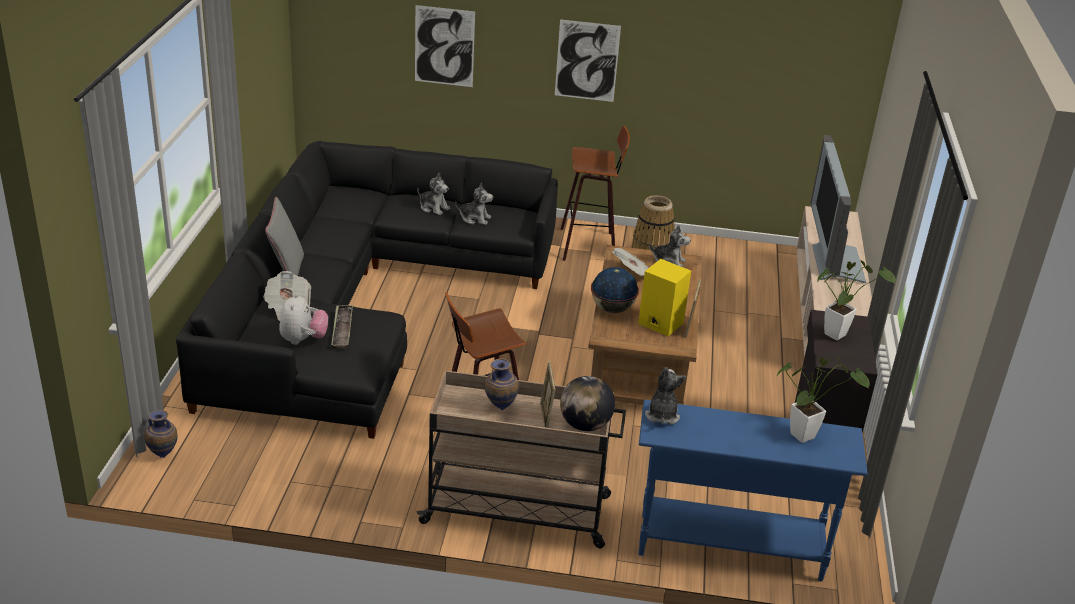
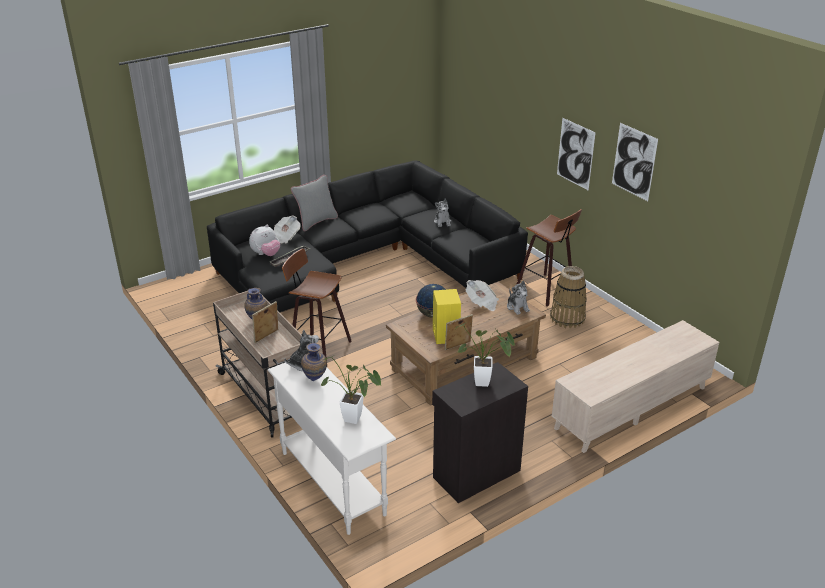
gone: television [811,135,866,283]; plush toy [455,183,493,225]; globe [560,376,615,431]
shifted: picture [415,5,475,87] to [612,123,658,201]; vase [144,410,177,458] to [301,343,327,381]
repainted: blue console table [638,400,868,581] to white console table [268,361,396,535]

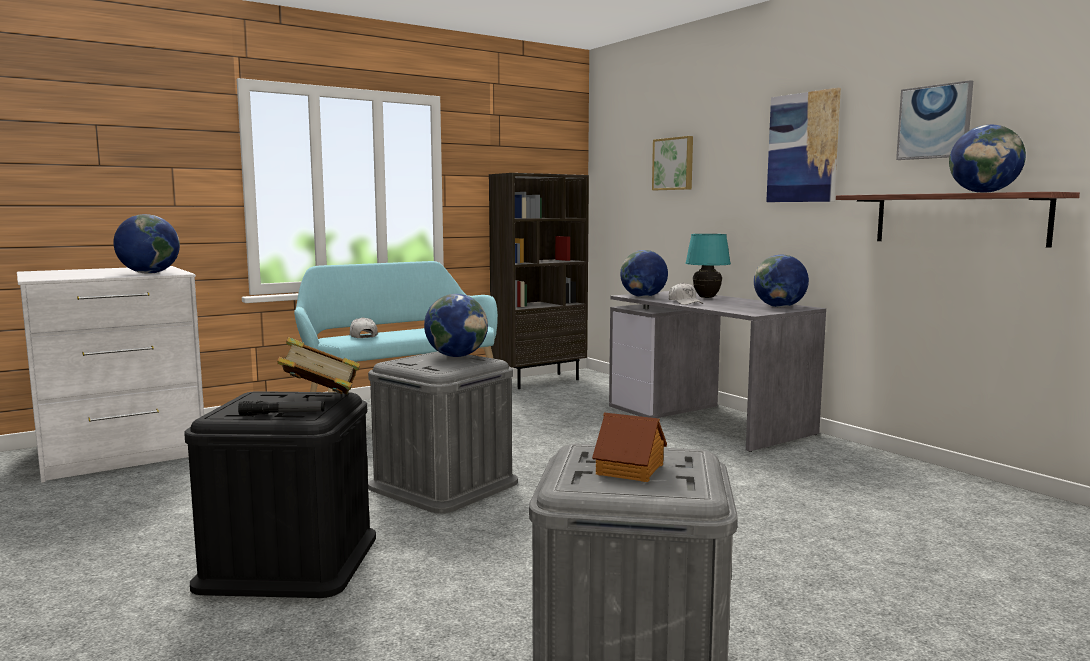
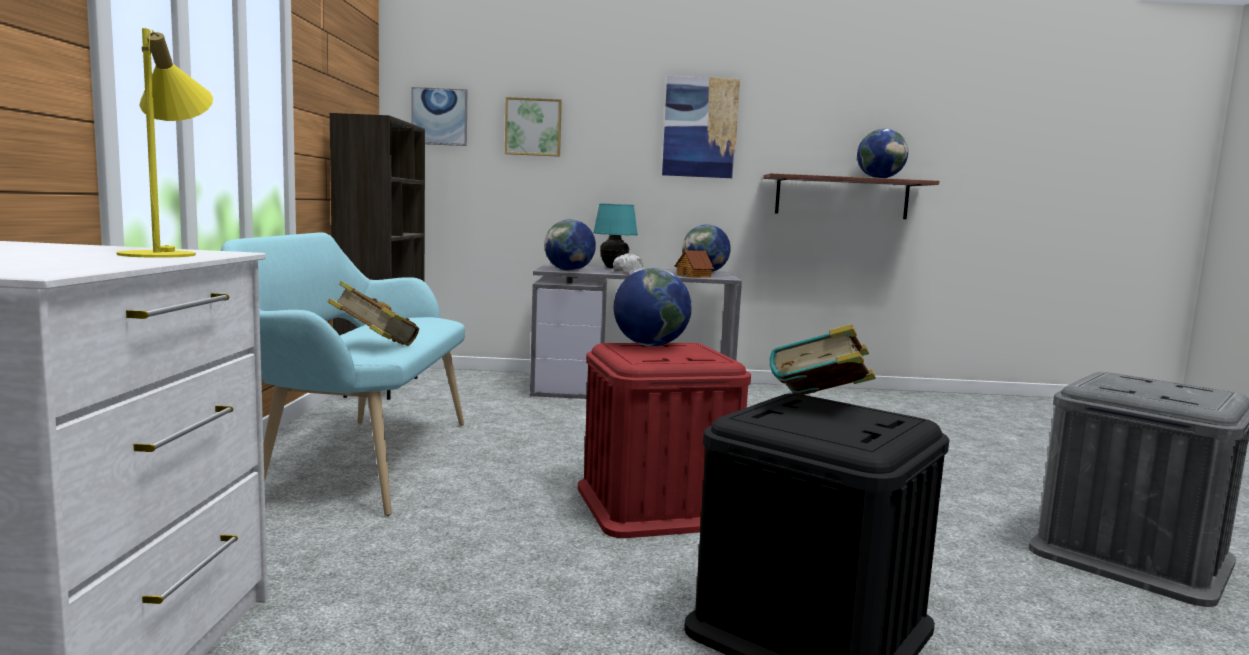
gone: flashlight [238,400,325,416]
shifted: picture [896,80,973,160] to [412,87,467,146]; toy house [592,412,667,482] to [675,251,714,278]
swapped: globe [113,214,180,274] to yellow table lamp [117,28,213,258]; white cap [350,317,378,338] to book [328,281,419,346]
repainted: grey storage box [368,351,518,514] to red storage box [578,343,751,538]

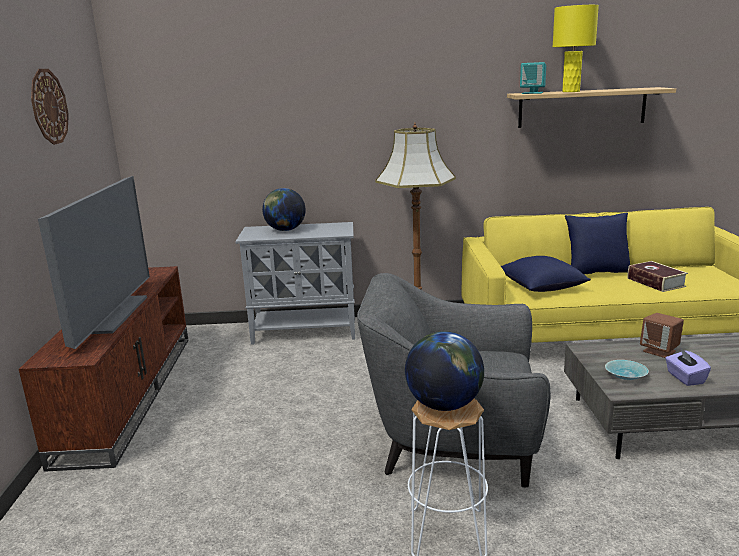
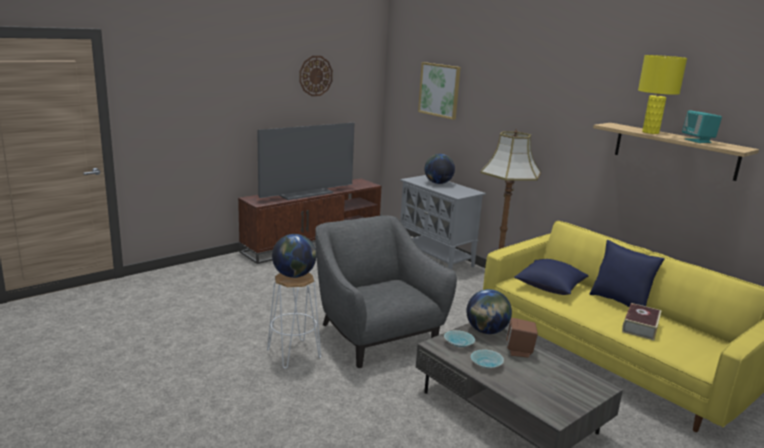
new: picture [418,62,461,120]; globe [466,289,512,334]
shifted: turquoise speaker [520,62,546,94] to [682,110,722,143]
swapped: purple tissue box [665,349,711,386] to turquoise bowl [471,349,504,368]

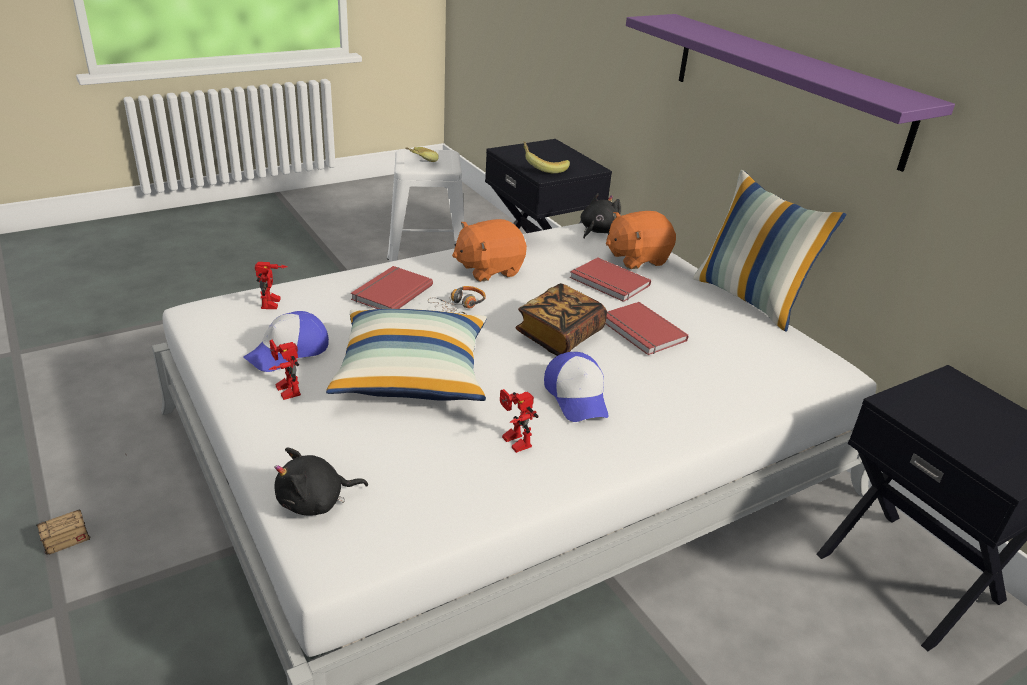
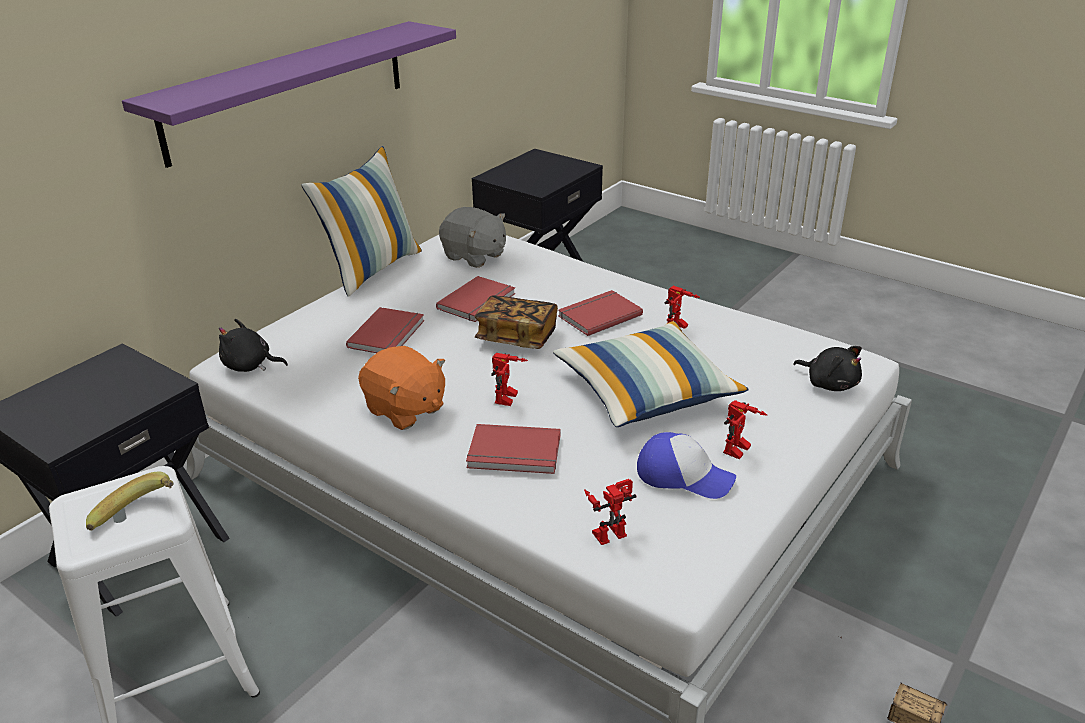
gone: banana [523,141,570,173]; orange plush toy [606,211,676,269]
new: grey plush toy [439,207,506,268]
swapped: headphones [427,286,486,315] to toy robot [491,353,528,406]; cap [544,352,609,422] to red book [558,290,643,336]

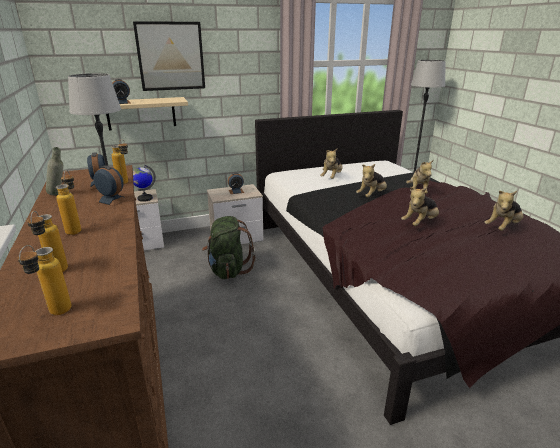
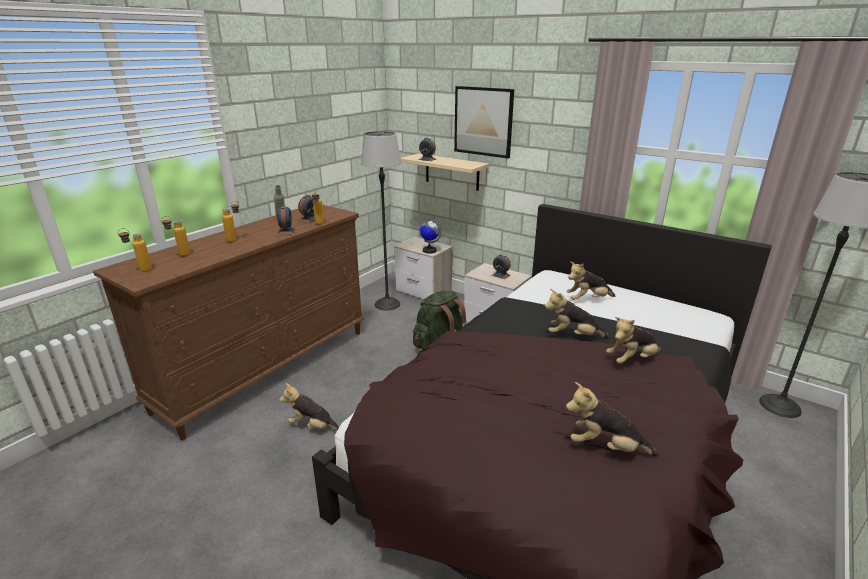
shifted: plush toy [401,187,439,226] to [279,383,340,430]

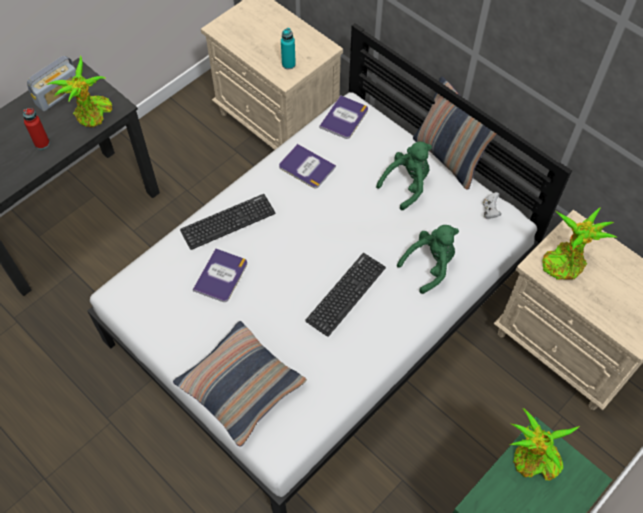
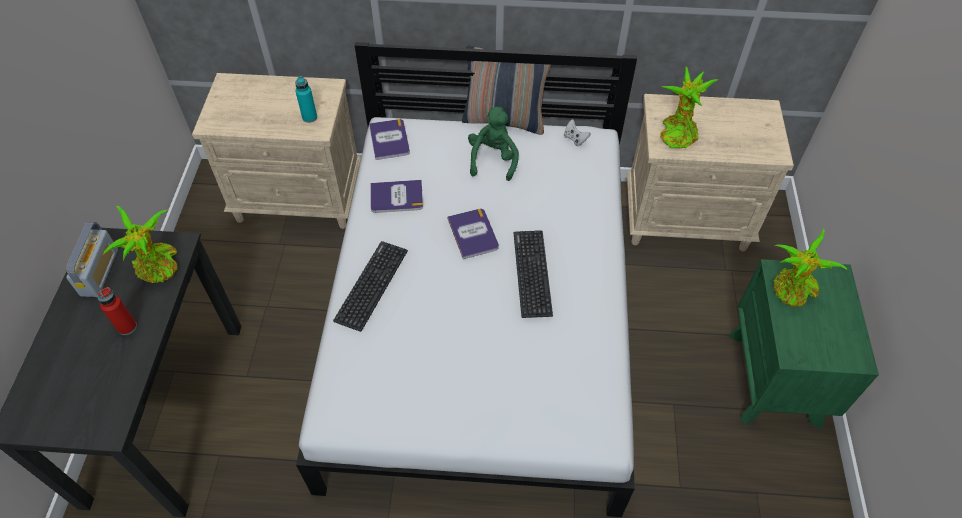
gone: green plush toy [397,225,459,294]; pillow [173,321,307,447]
shifted: book [193,248,247,302] to [447,209,499,259]

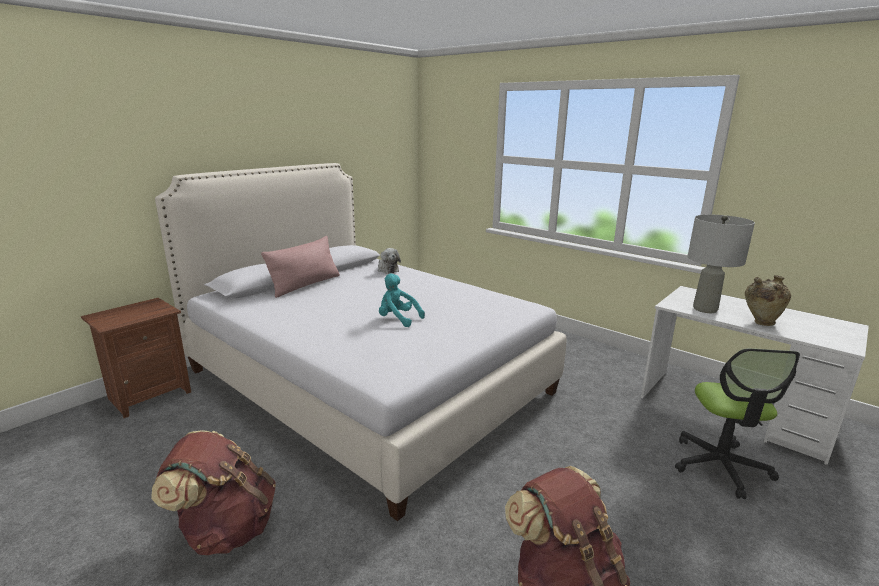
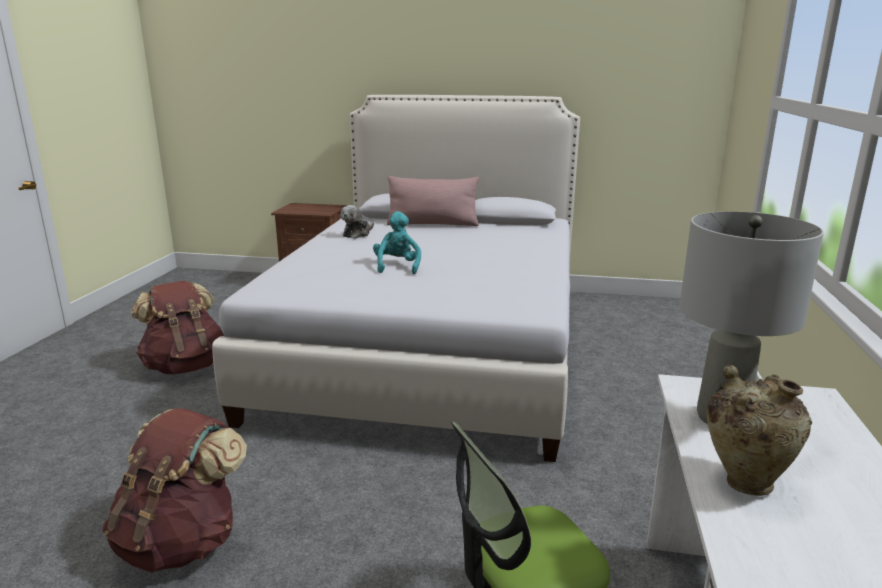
shifted: plush toy [378,248,401,274] to [340,205,374,239]

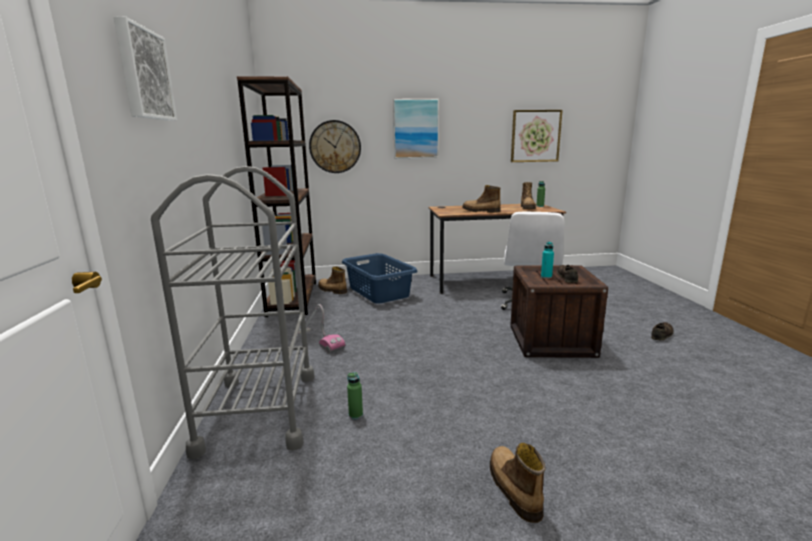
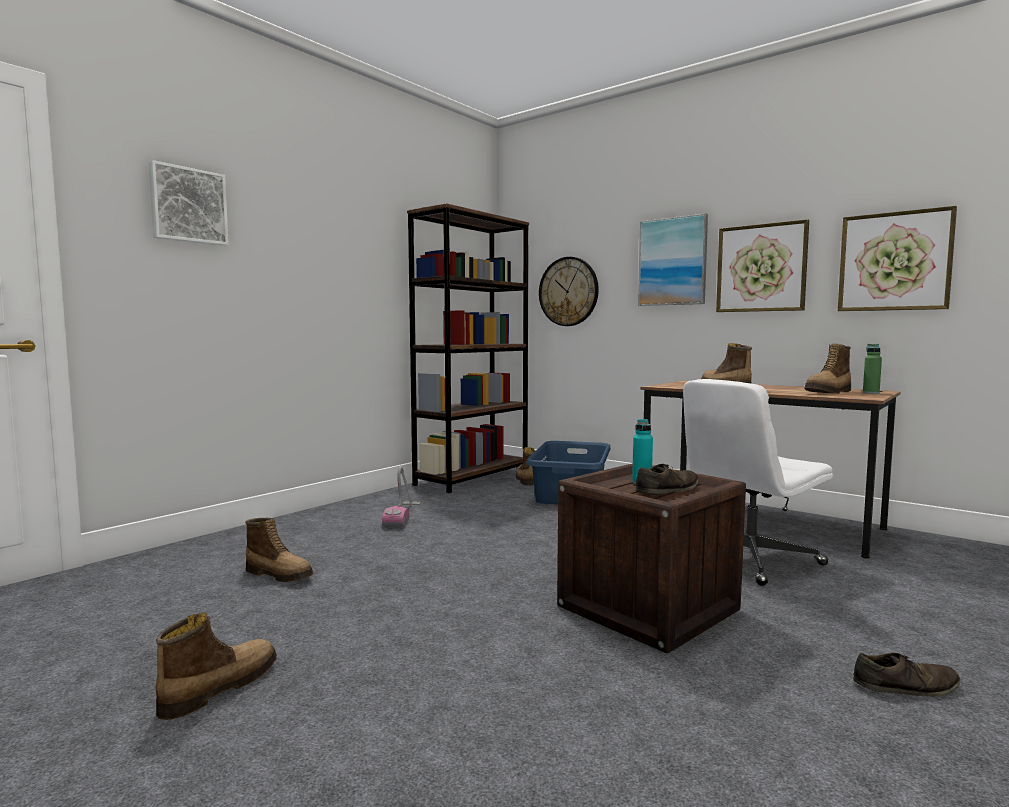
gone: grey cart [151,166,315,459]
new: picture [716,219,809,312]
swapped: green bottle [347,372,363,419] to boot [245,518,313,582]

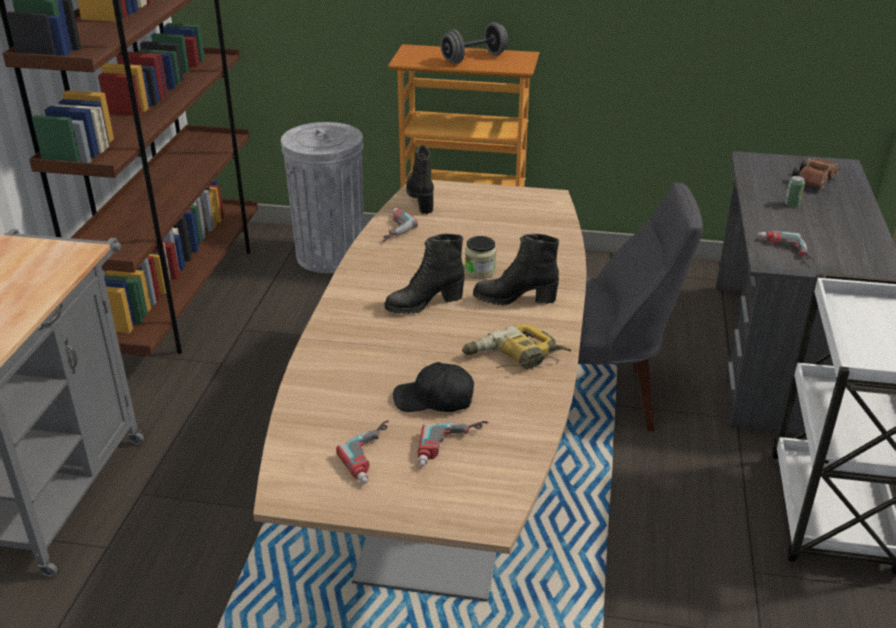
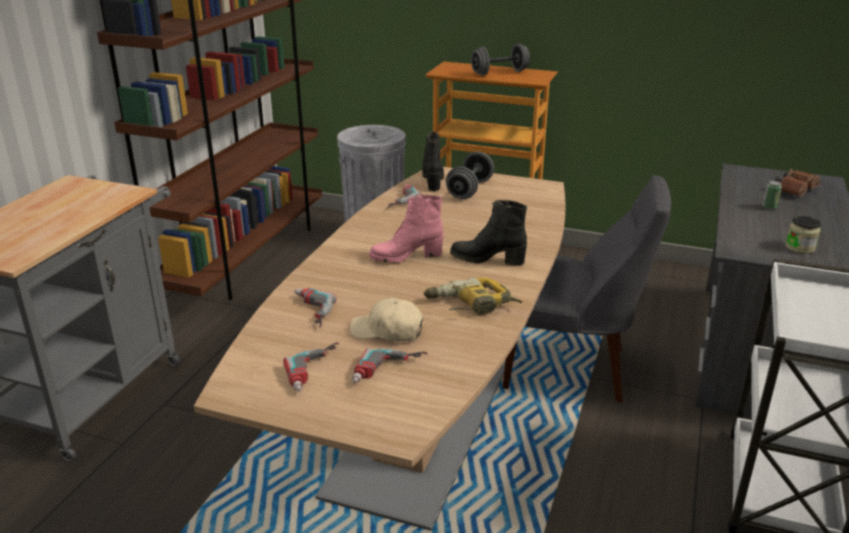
new: grey dumbbell [446,151,494,199]
shifted: power drill [757,230,815,263] to [294,288,336,328]; jar [465,236,497,279] to [785,216,821,254]
repainted: black boot [385,234,465,314] to pink boot [369,195,444,263]; black cap [393,362,474,412] to beige cap [350,297,423,342]

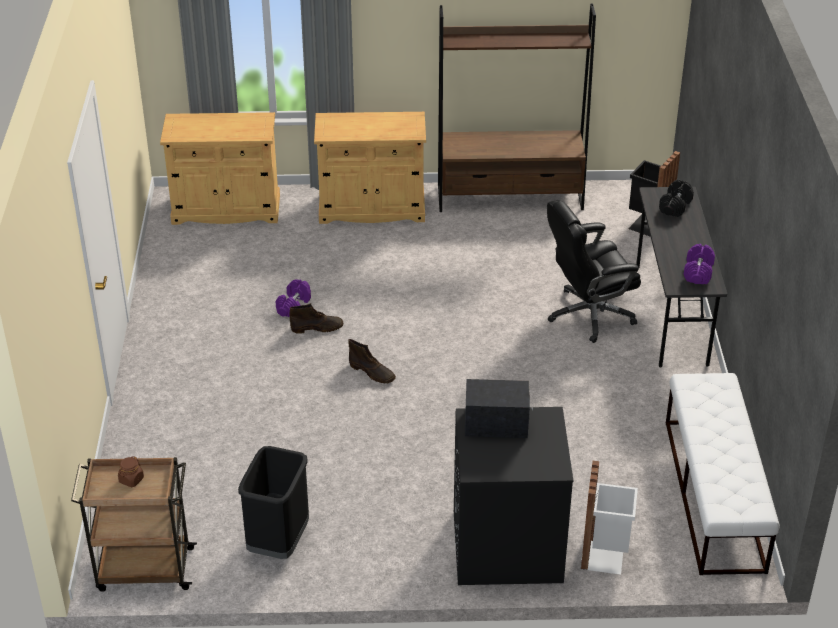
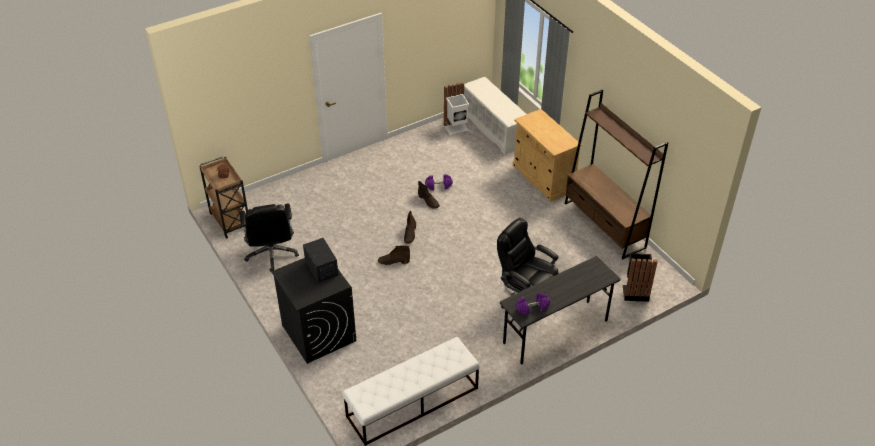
gone: black dumbbell [659,179,694,217]
new: brown boot [378,246,410,265]
shifted: white trash can [581,461,638,575] to [444,82,469,135]
swapped: beige cabinet [160,112,280,225] to white shoe rack [464,77,526,156]; black trash can [238,446,309,559] to black office chair [239,204,299,271]

